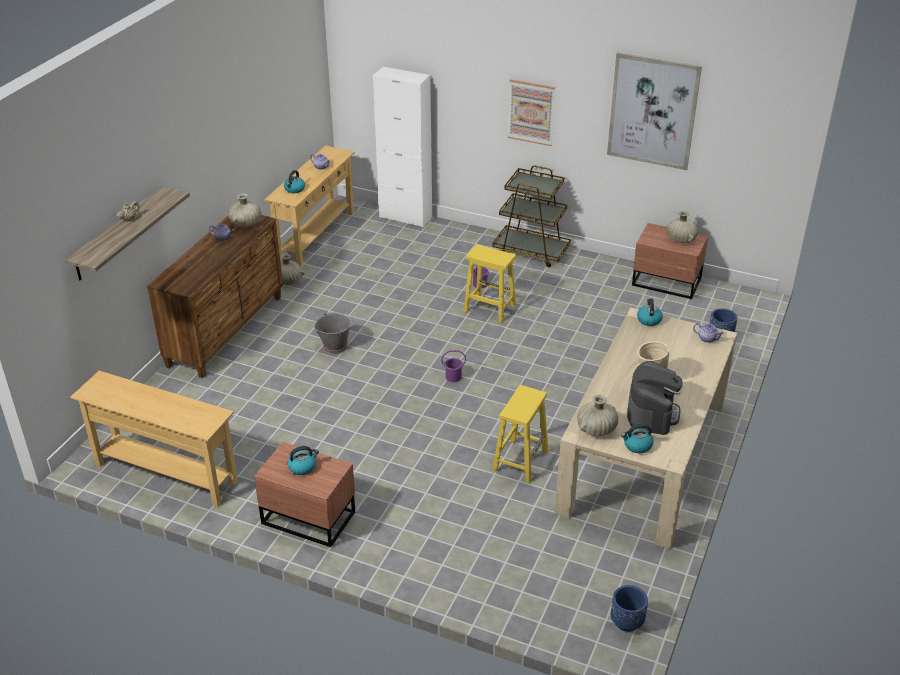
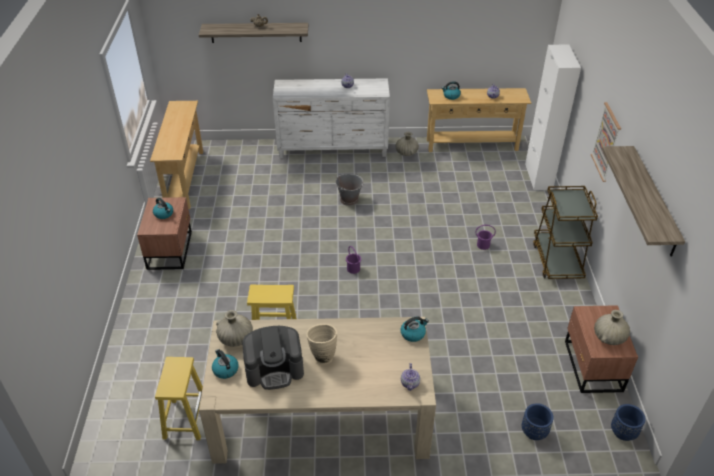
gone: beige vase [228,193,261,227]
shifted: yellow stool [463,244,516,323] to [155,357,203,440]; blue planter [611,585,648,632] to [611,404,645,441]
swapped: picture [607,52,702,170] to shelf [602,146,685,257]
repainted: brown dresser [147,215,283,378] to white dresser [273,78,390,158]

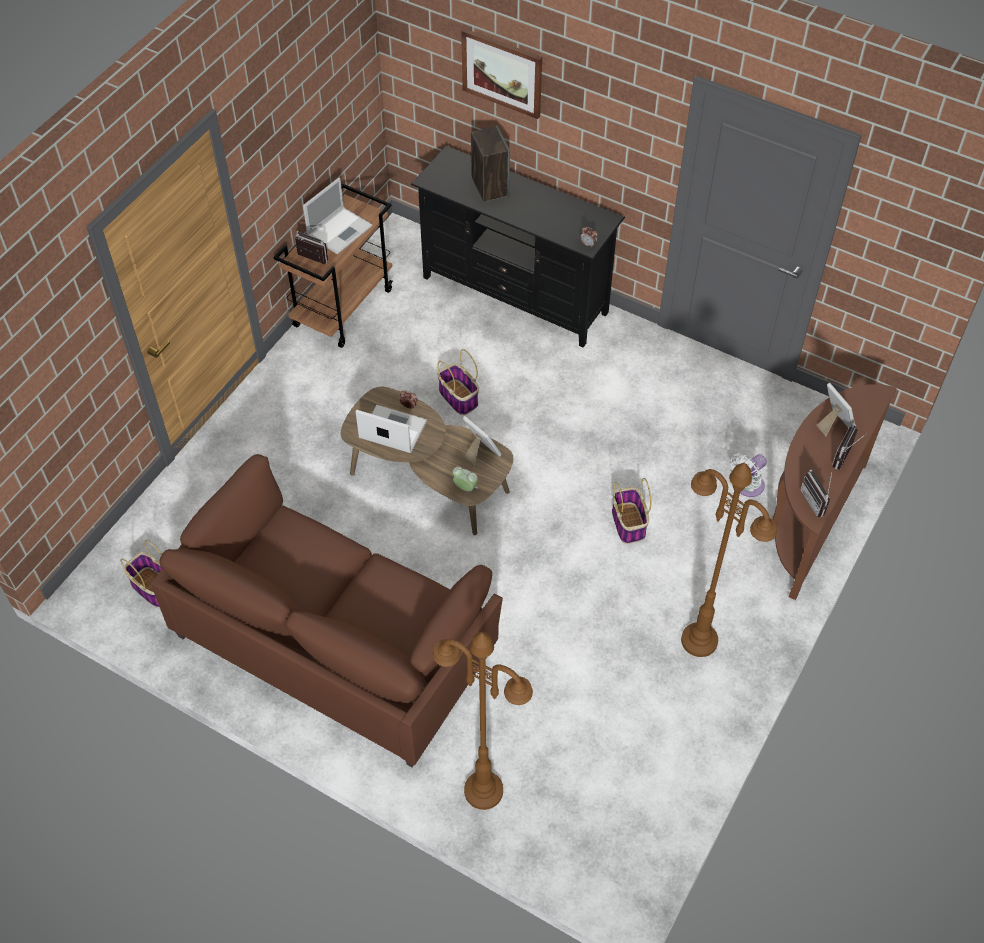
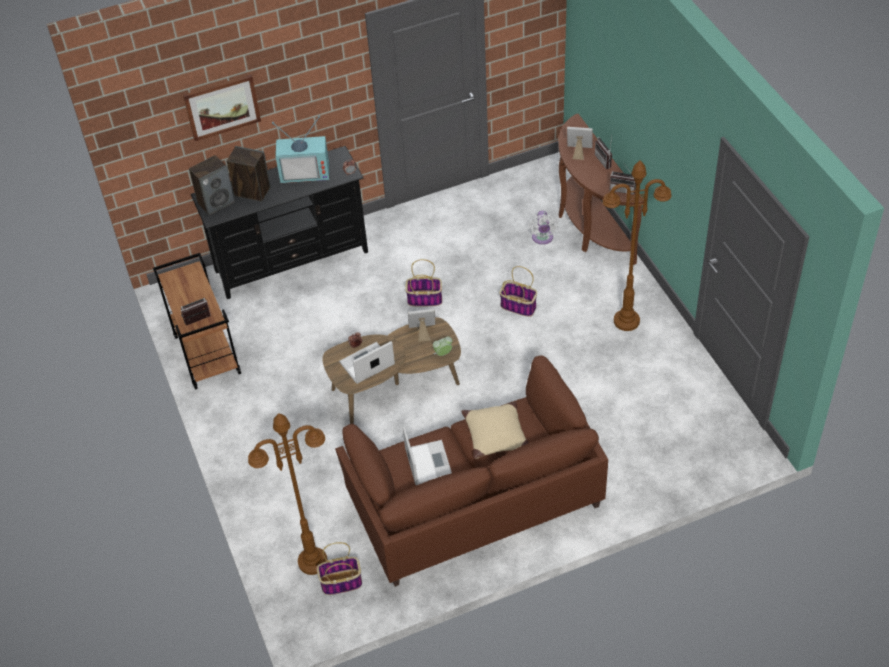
new: television [272,115,329,183]; speaker [189,155,235,216]; beige pillow [461,402,529,459]
shifted: laptop [303,178,373,254] to [403,426,452,485]; basket [437,349,479,415] to [405,259,442,307]; brown floor lamp [433,632,533,810] to [248,413,328,575]

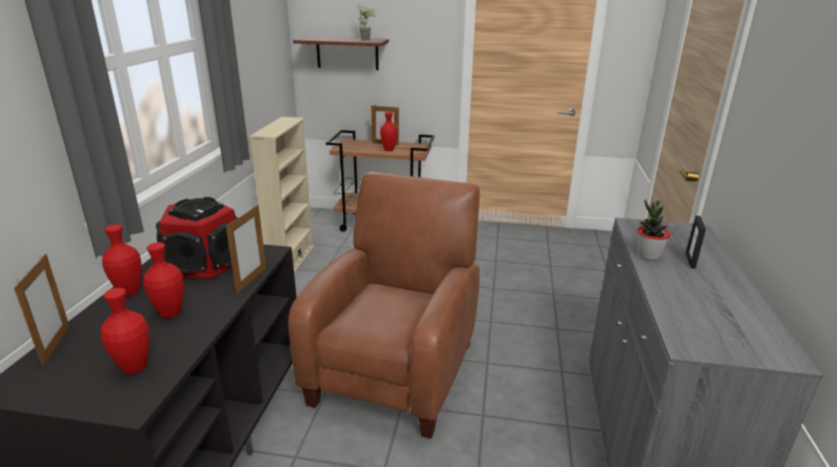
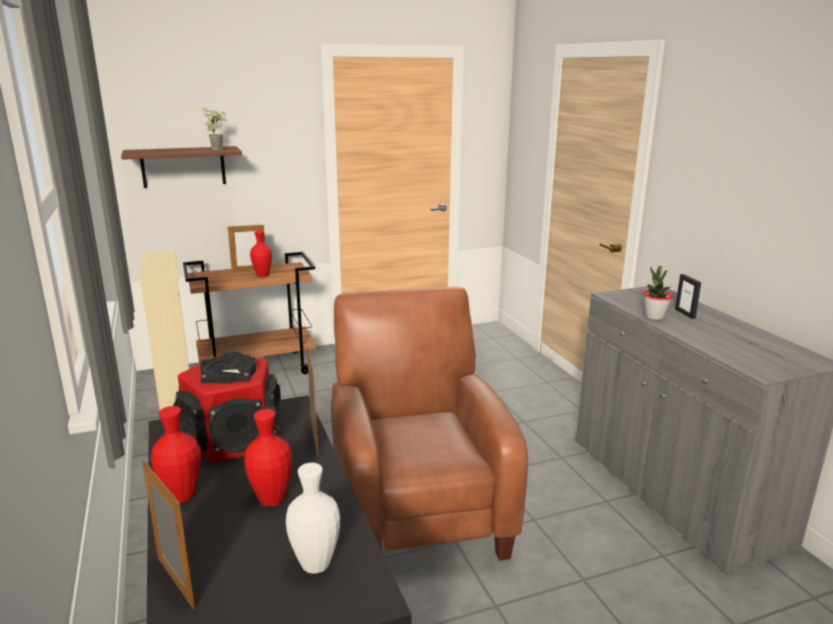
repainted: red vase [100,288,149,374] to white vase [286,463,340,574]

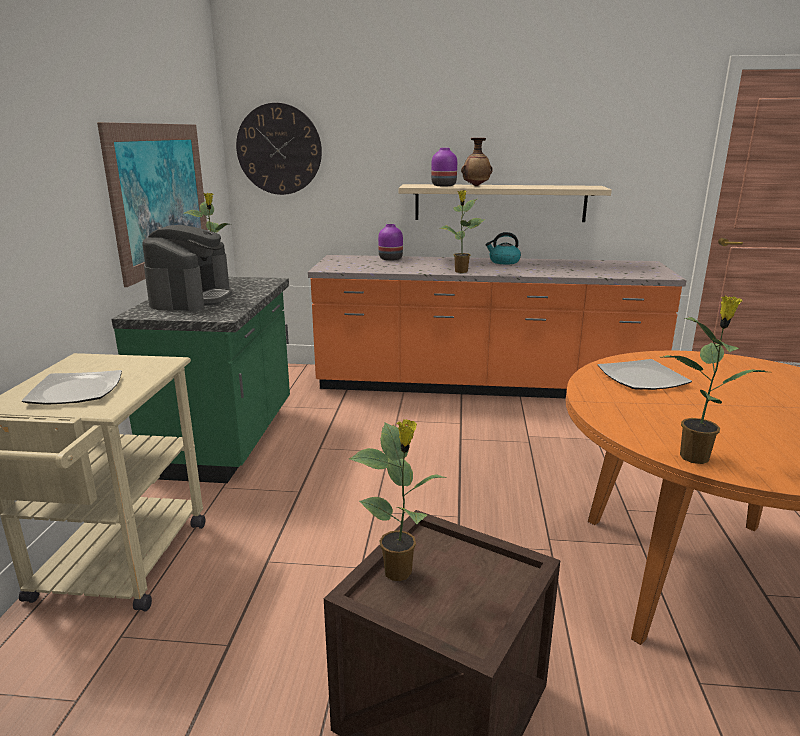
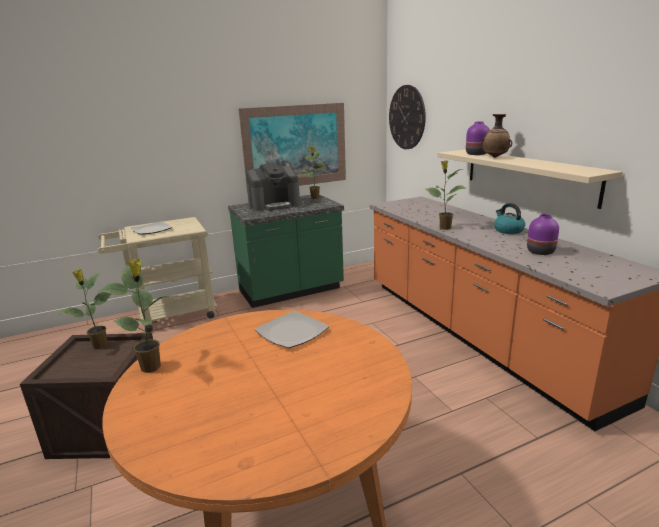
shifted: purple vase [378,224,403,261] to [527,214,559,255]

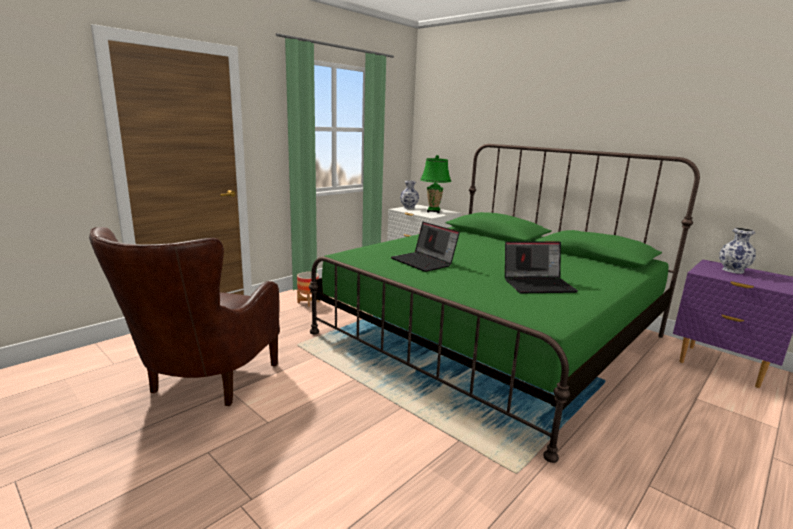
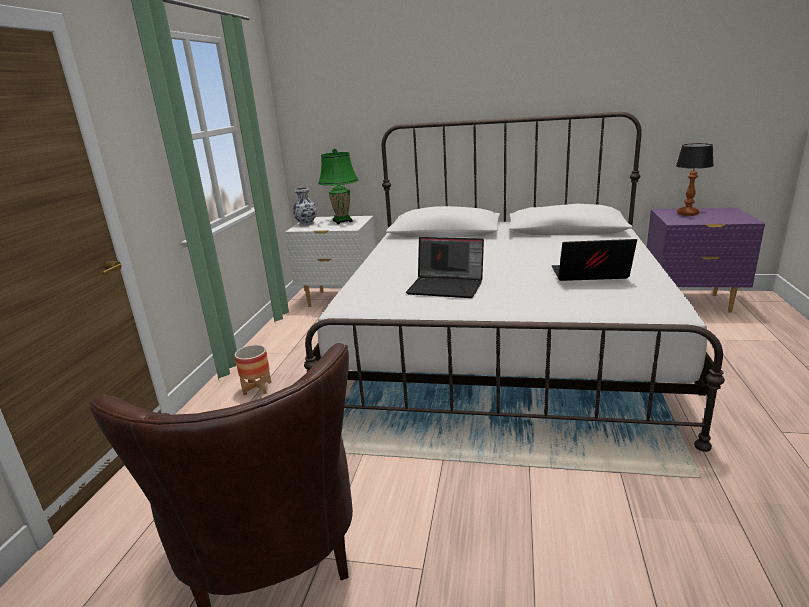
swapped: vase [719,228,756,274] to table lamp [676,143,714,216]
repainted: green bed [309,144,700,463] to white bed [304,112,725,452]
rotated: laptop [505,241,578,293] = [552,239,637,281] 135 degrees counterclockwise

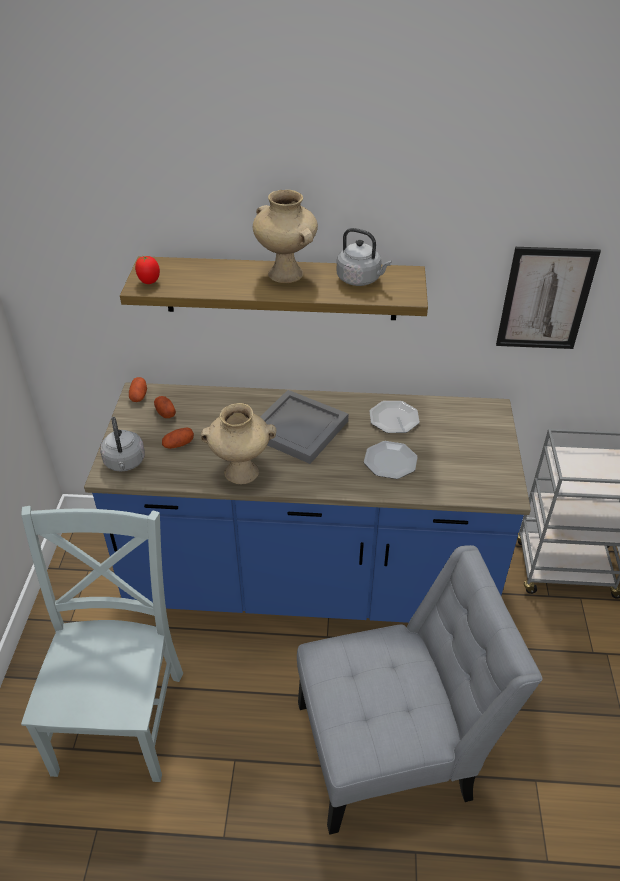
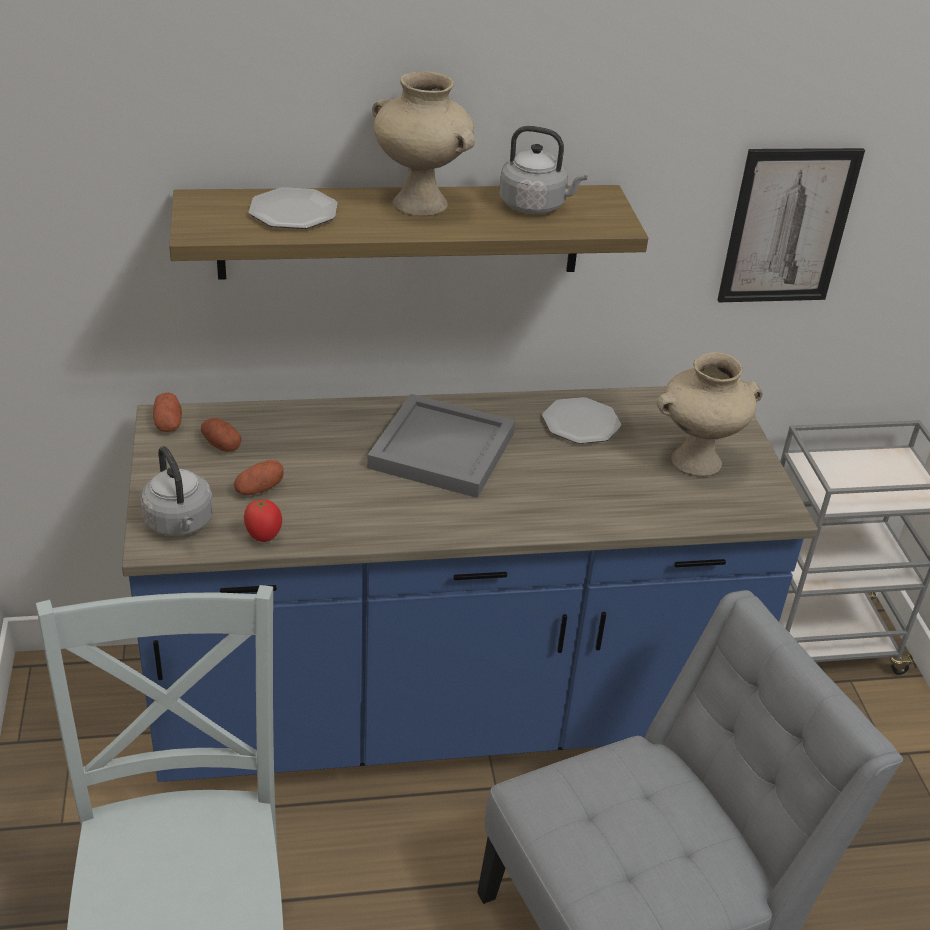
shifted: tomato [135,256,160,284] to [244,499,282,542]; beige vase [200,403,276,484] to [657,352,763,476]; plate [364,441,418,479] to [249,187,338,229]

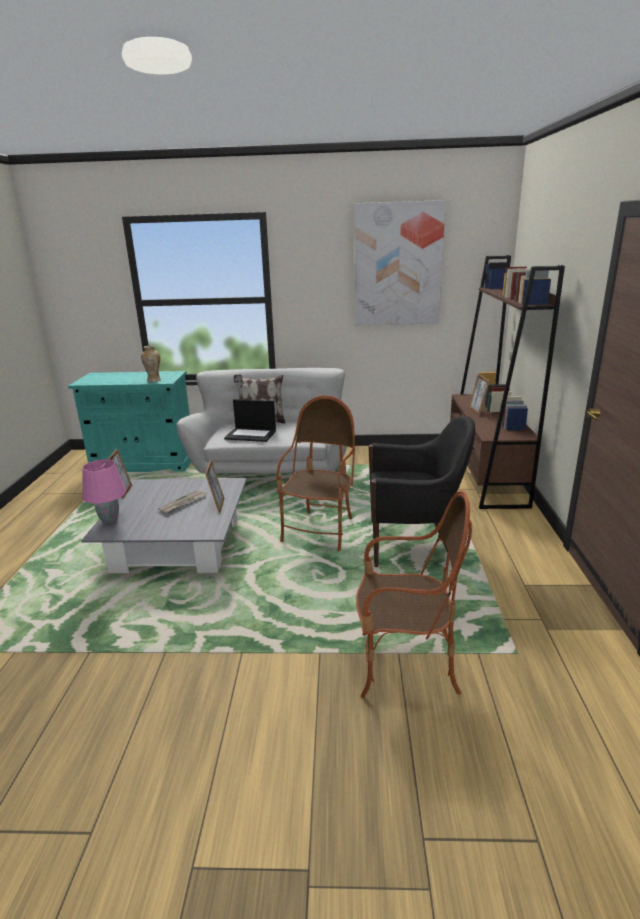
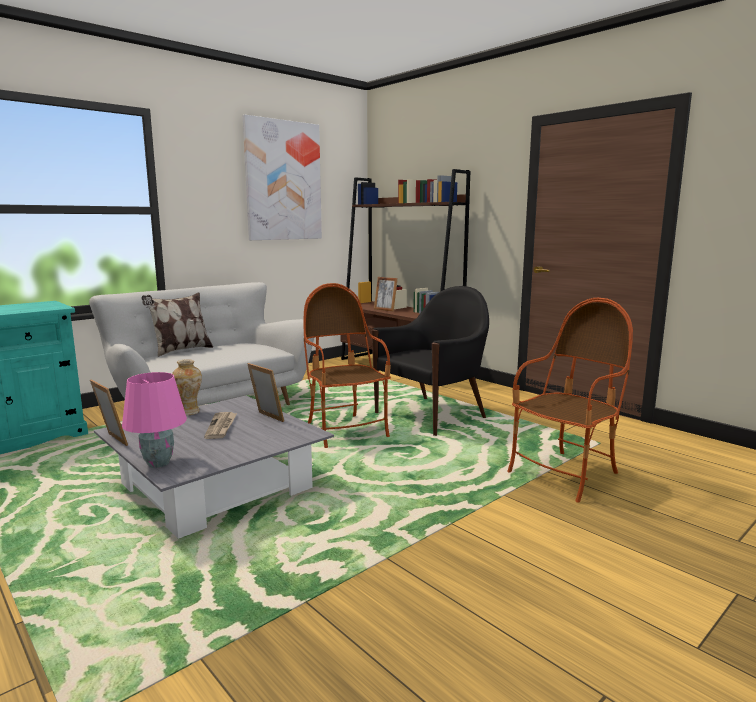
gone: laptop [224,399,276,442]
shifted: vase [141,346,161,382] to [172,359,202,415]

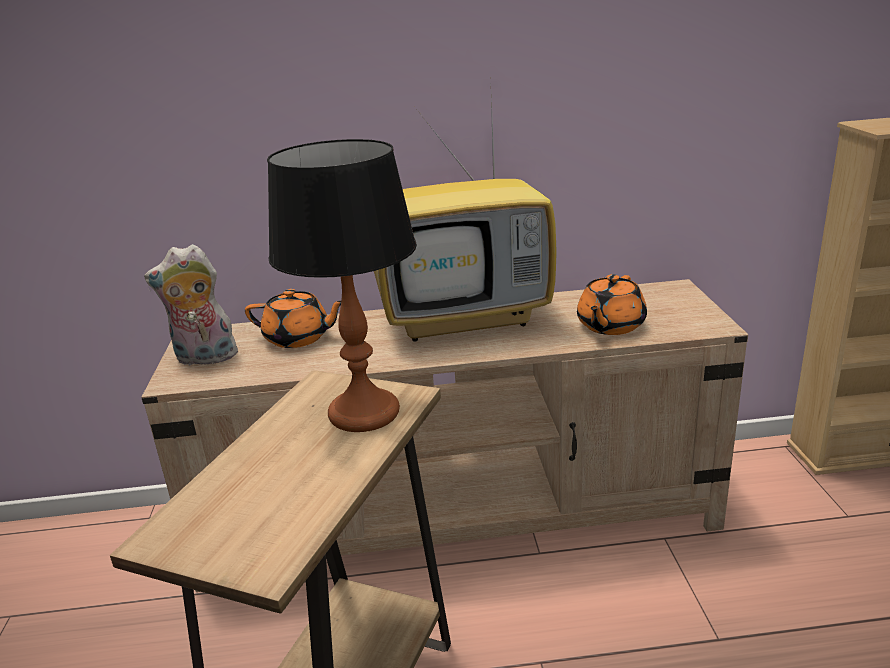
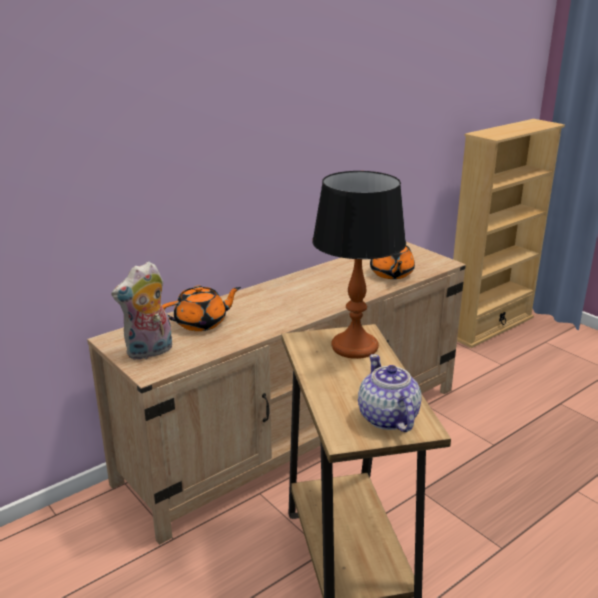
gone: television [374,97,557,342]
new: teapot [358,354,422,432]

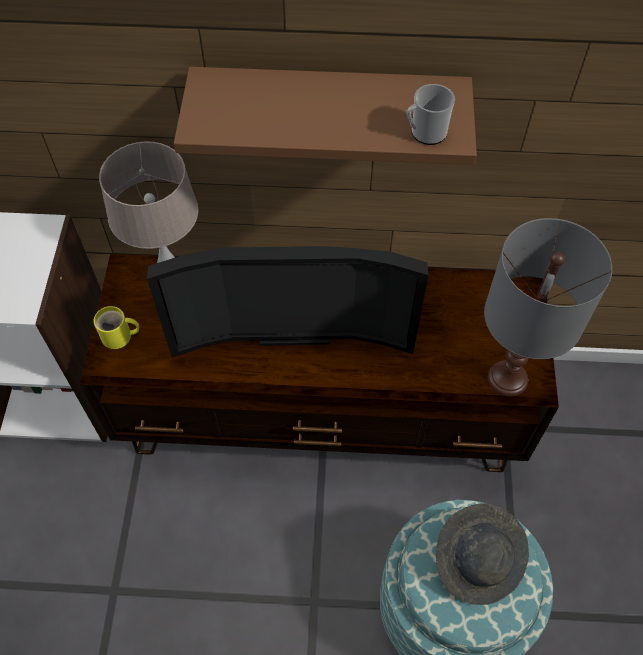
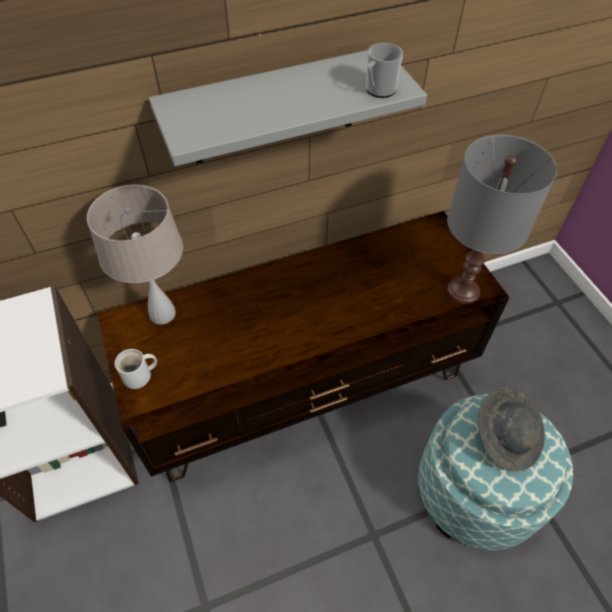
gone: television [147,246,428,358]
repainted: brown shelf [174,67,477,165] to grey shelf [149,50,427,166]; yellow mug [94,306,139,349] to white mug [115,349,157,389]

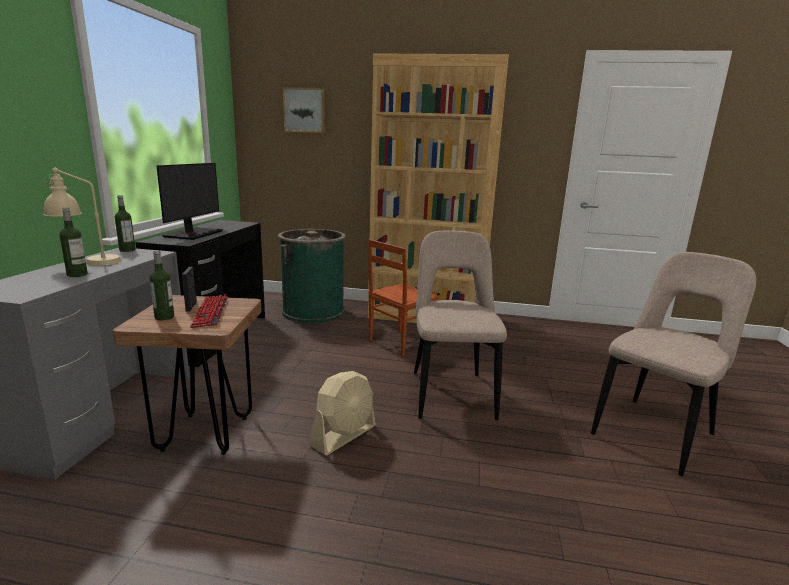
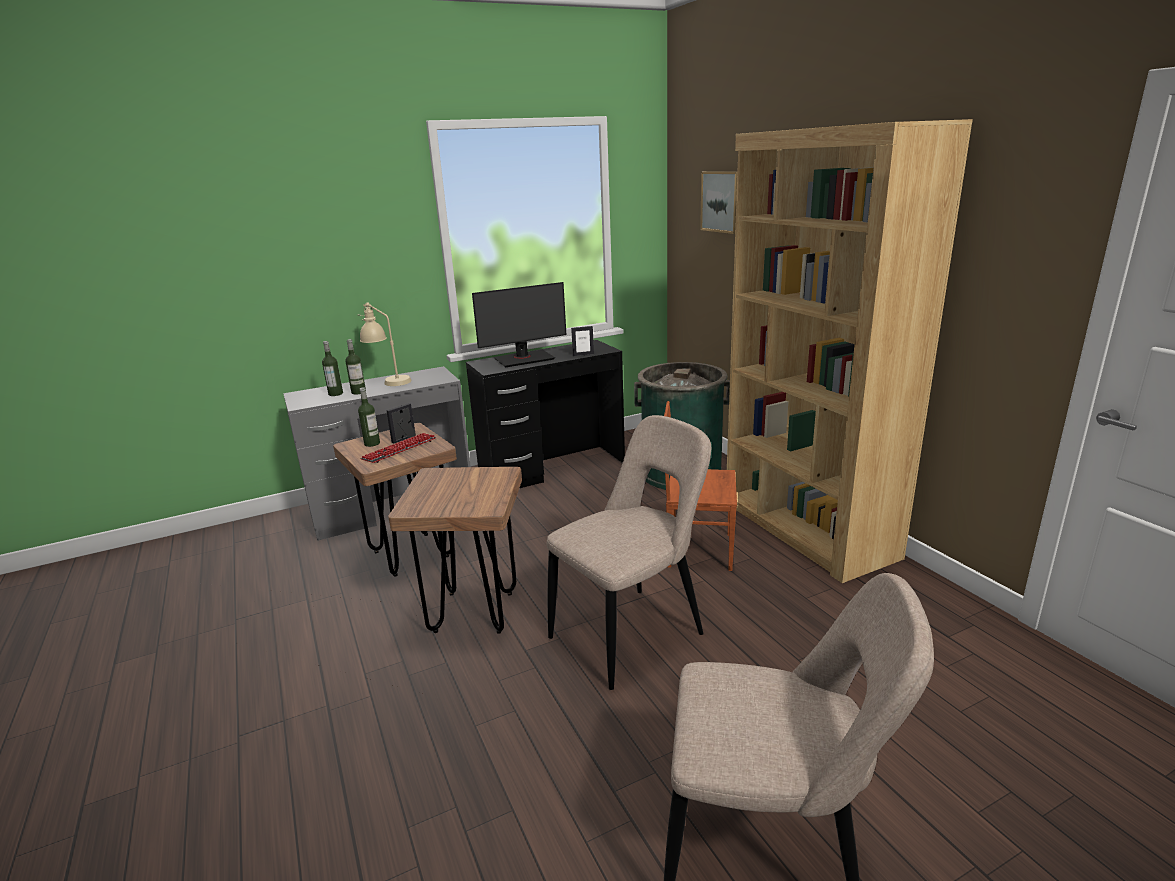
new: picture frame [571,326,594,356]
shifted: bottle [115,195,136,252] to [322,341,343,396]
swapped: beige fan [309,371,376,455] to brown stool [388,467,522,634]

